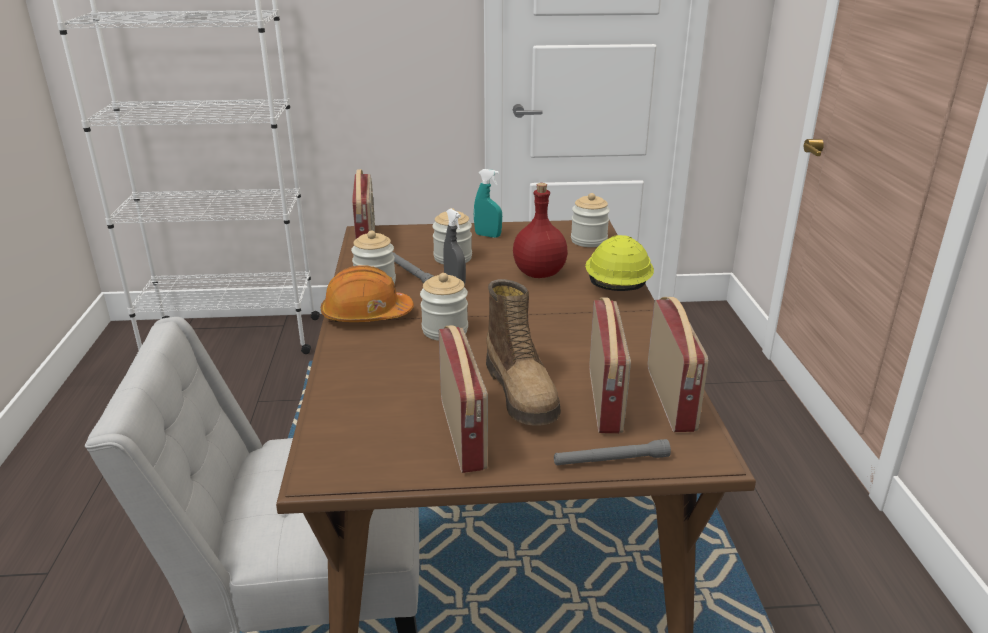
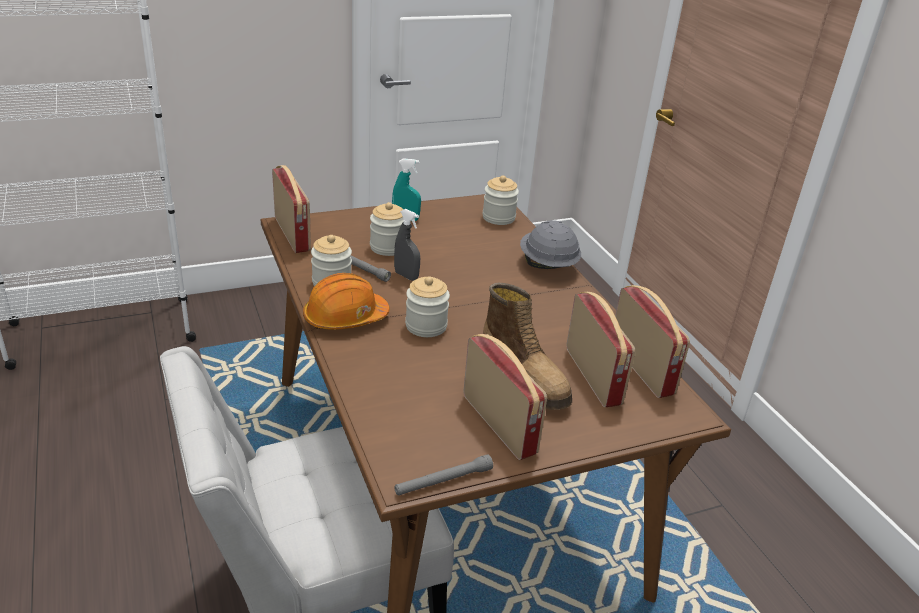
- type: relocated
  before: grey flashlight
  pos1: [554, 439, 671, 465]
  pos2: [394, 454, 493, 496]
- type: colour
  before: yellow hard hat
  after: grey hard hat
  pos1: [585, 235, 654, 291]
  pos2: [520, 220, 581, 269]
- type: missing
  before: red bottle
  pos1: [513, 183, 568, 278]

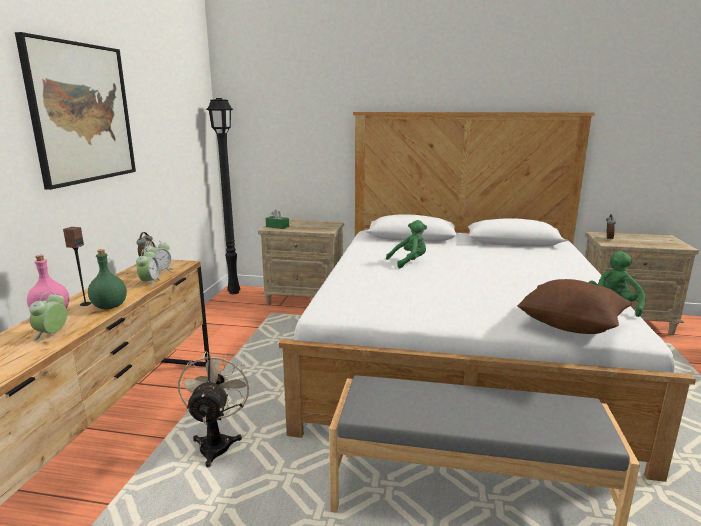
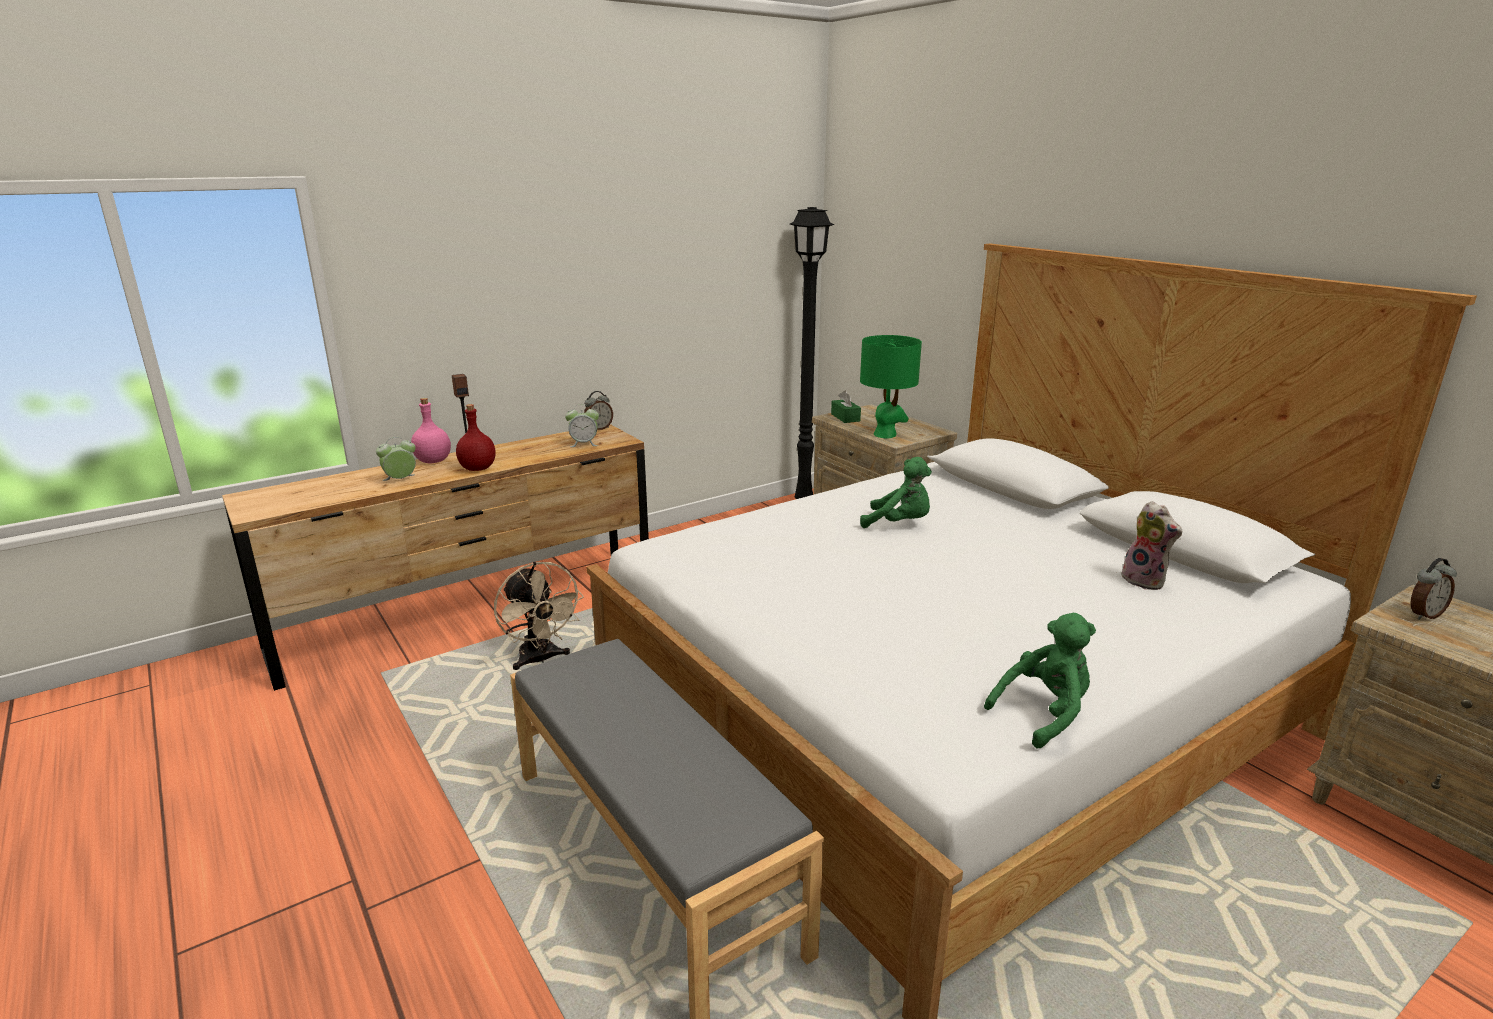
- type: colour
  before: green bottle
  after: red bottle
  pos1: [88, 249, 127, 309]
  pos2: [456, 404, 496, 471]
- type: spun
  before: beige fan
  pos1: [178, 351, 251, 467]
  pos2: [494, 562, 584, 670]
  turn: 105
- type: appeared
  after: green table lamp
  pos2: [860, 335, 922, 439]
- type: appeared
  after: plush toy
  pos2: [1118, 501, 1182, 590]
- type: missing
  before: picture
  pos1: [15, 32, 136, 190]
- type: missing
  before: alarm clock
  pos1: [136, 249, 161, 287]
- type: missing
  before: brown pillow
  pos1: [517, 279, 632, 334]

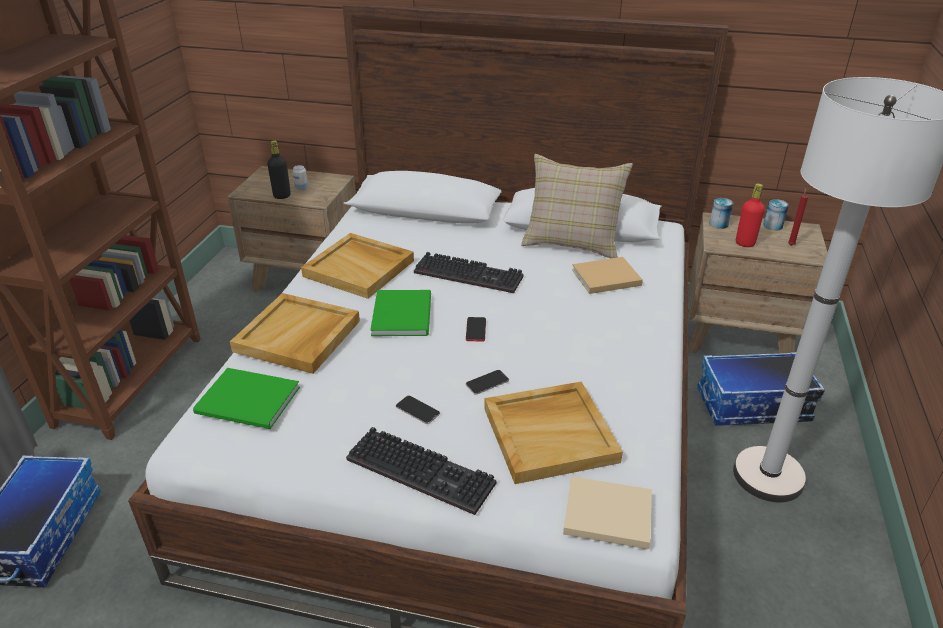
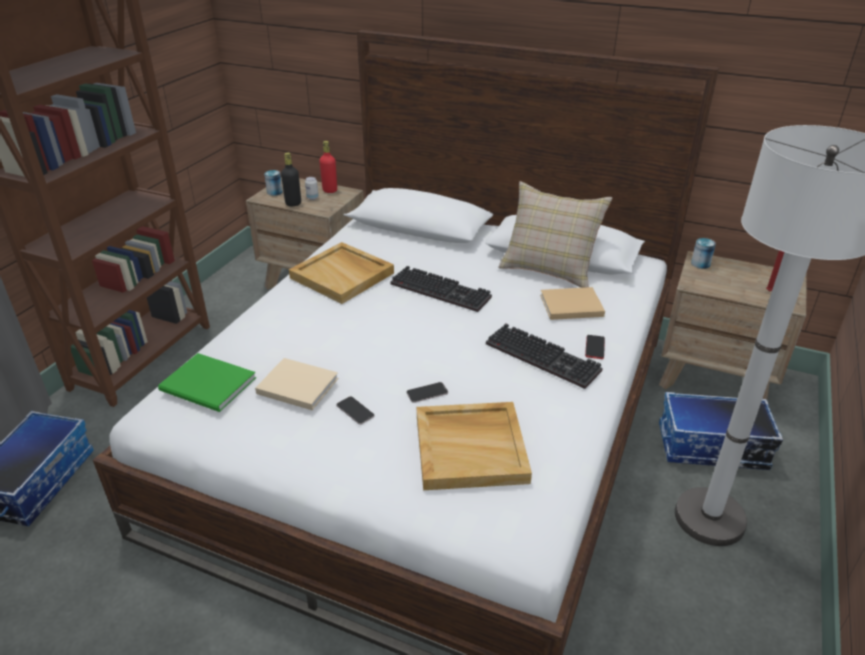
- type: relocated
  before: beige book
  pos1: [563, 476, 652, 550]
  pos2: [255, 358, 339, 410]
- type: relocated
  before: can
  pos1: [763, 199, 789, 230]
  pos2: [264, 170, 283, 196]
- type: relocated
  before: red bottle
  pos1: [736, 184, 765, 247]
  pos2: [319, 141, 337, 193]
- type: relocated
  before: keyboard
  pos1: [346, 427, 497, 515]
  pos2: [486, 323, 603, 389]
- type: relocated
  before: phone
  pos1: [466, 317, 486, 342]
  pos2: [585, 335, 605, 359]
- type: missing
  before: beige tray
  pos1: [230, 293, 360, 374]
- type: missing
  before: green book
  pos1: [370, 290, 431, 336]

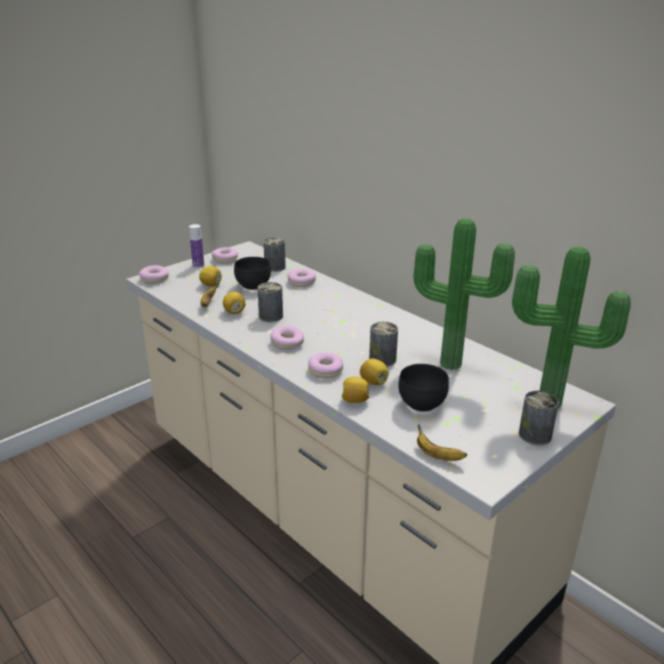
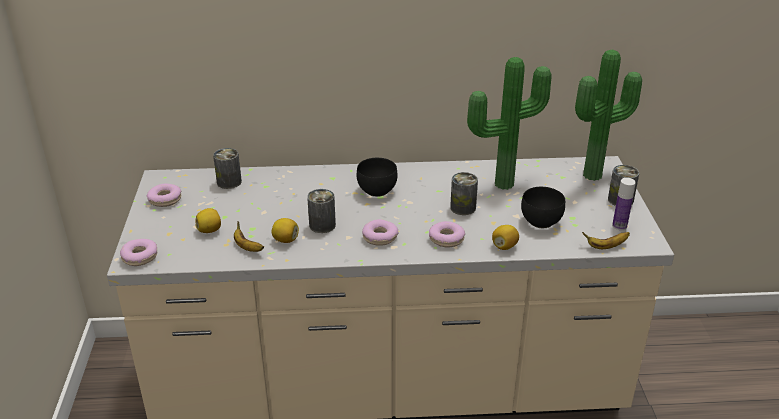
- type: relocated
  before: black bowl
  pos1: [234, 257, 271, 290]
  pos2: [357, 158, 398, 197]
- type: relocated
  before: bottle
  pos1: [189, 224, 204, 268]
  pos2: [612, 178, 636, 230]
- type: missing
  before: donut
  pos1: [288, 269, 316, 287]
- type: missing
  before: lemon
  pos1: [360, 359, 389, 385]

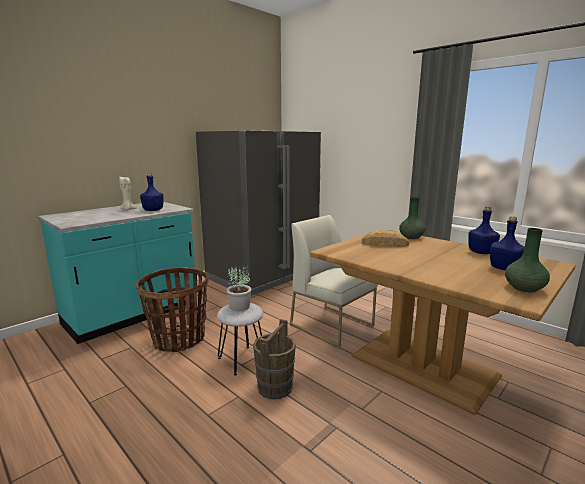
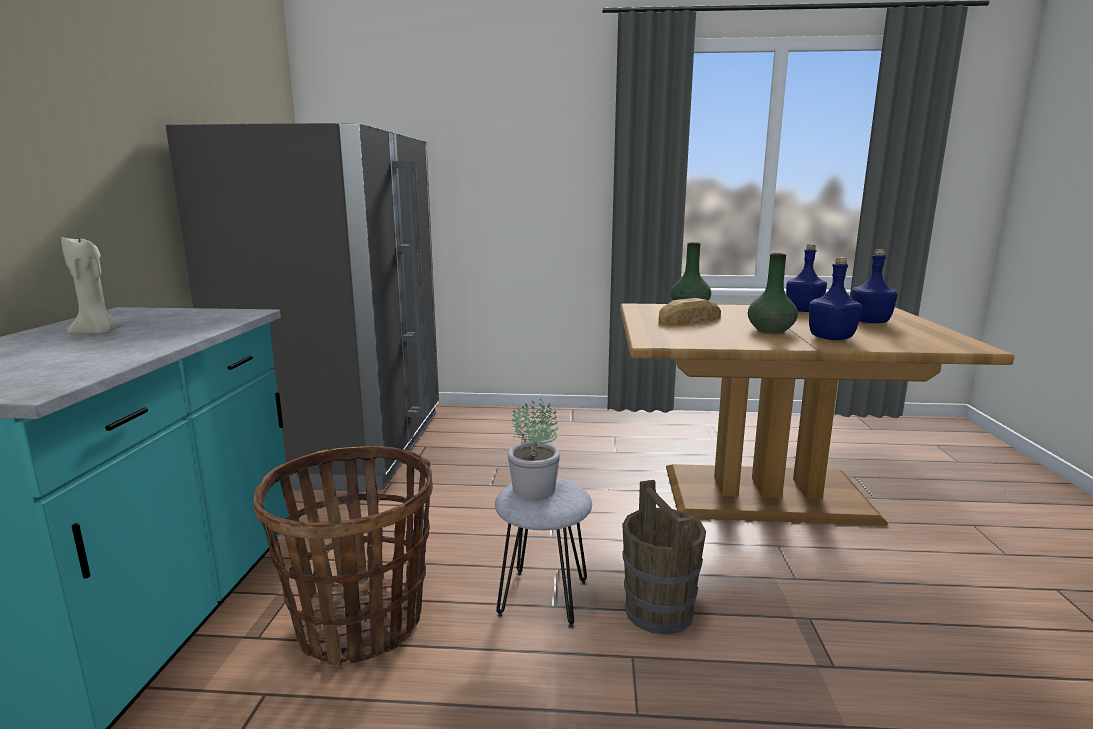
- type: relocated
  before: green vase
  pos1: [505, 228, 550, 292]
  pos2: [748, 253, 798, 334]
- type: relocated
  before: blue bottle
  pos1: [140, 173, 164, 211]
  pos2: [809, 257, 862, 340]
- type: missing
  before: white chair
  pos1: [290, 215, 378, 348]

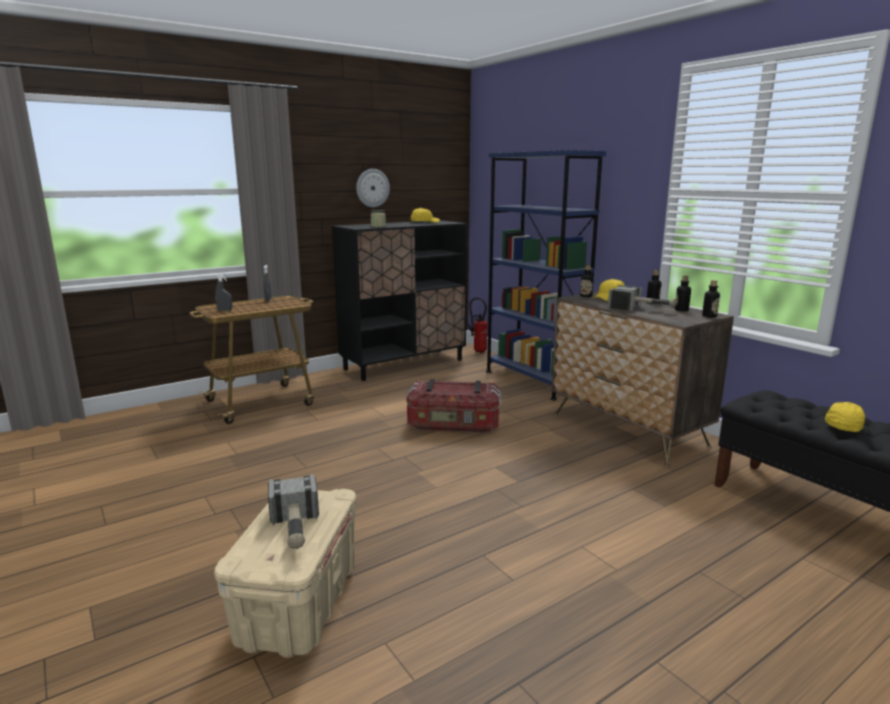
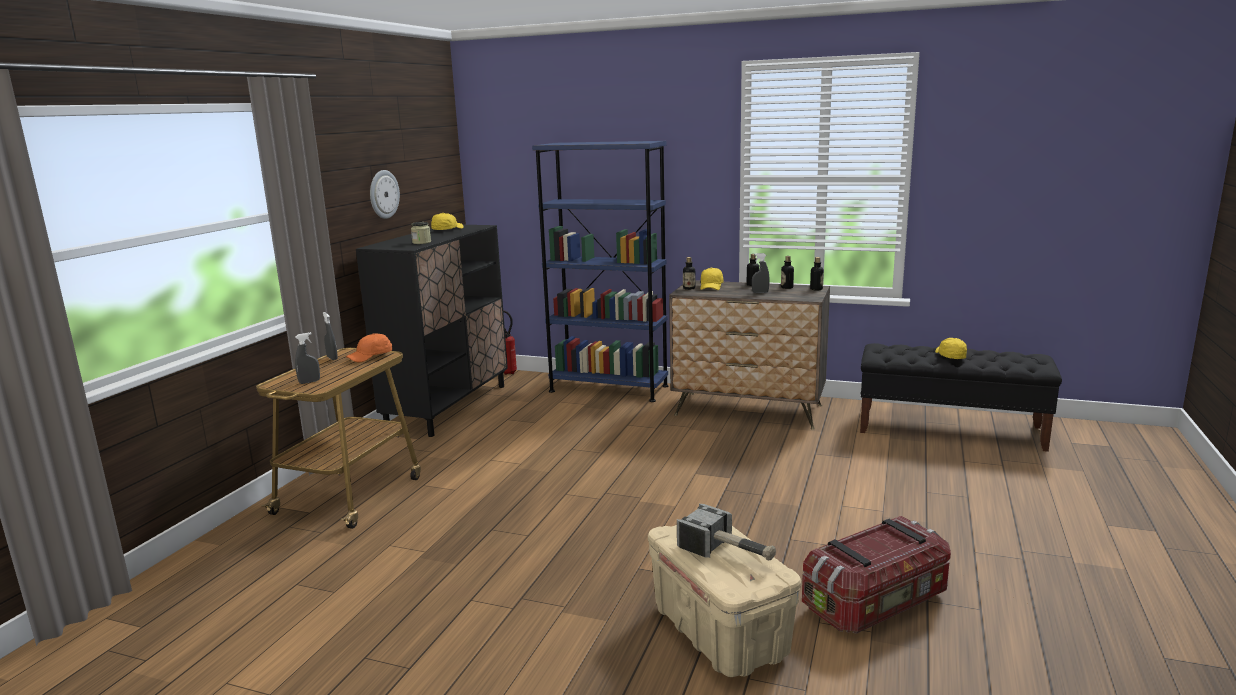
- type: appeared
  after: orange cap
  pos2: [346, 333, 392, 362]
- type: exchanged
  before: hammer
  after: grey spray bottle
  pos1: [608, 285, 677, 311]
  pos2: [752, 253, 770, 293]
- type: relocated
  before: storage box
  pos1: [406, 379, 501, 433]
  pos2: [802, 516, 951, 634]

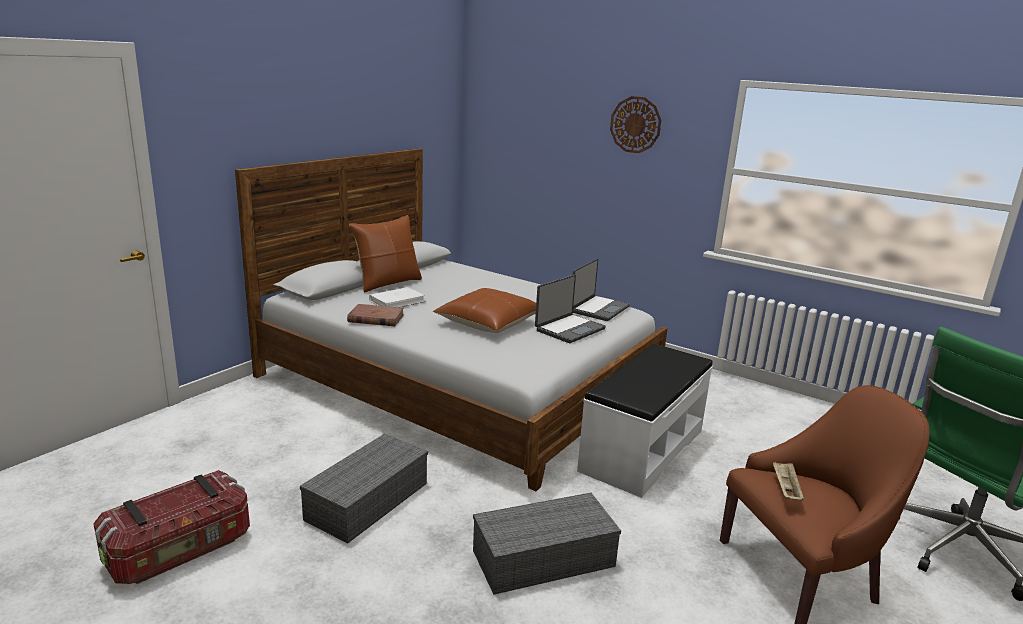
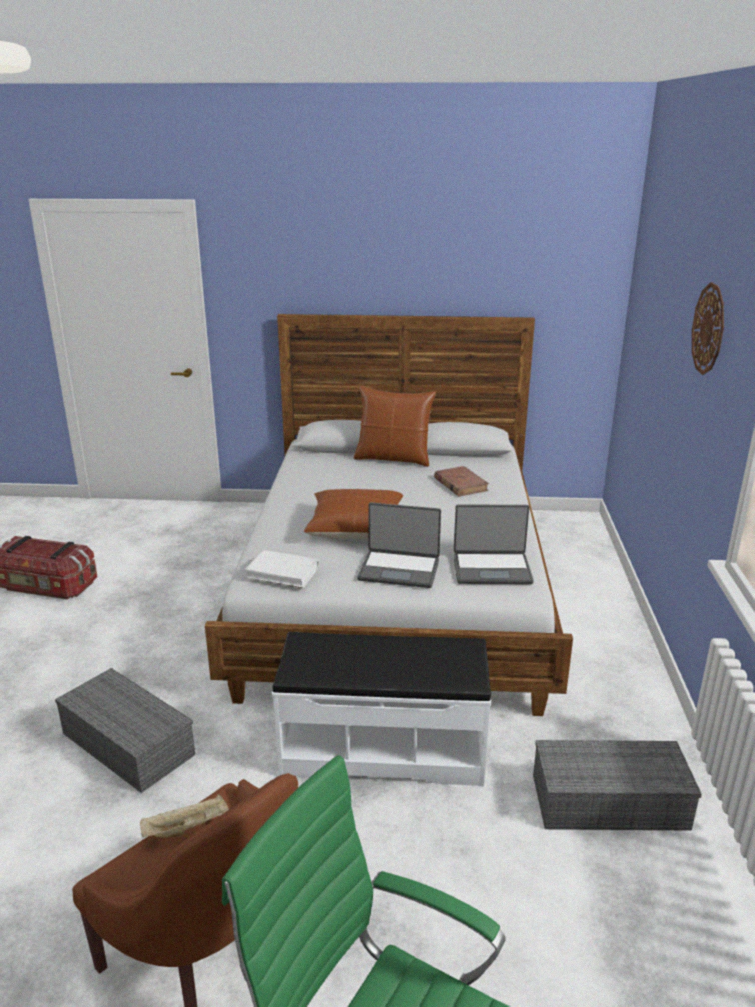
- type: relocated
  before: white book
  pos1: [369, 287, 426, 307]
  pos2: [245, 550, 319, 588]
- type: relocated
  before: brown book
  pos1: [347, 304, 404, 326]
  pos2: [434, 466, 489, 497]
- type: relocated
  before: grey storage box
  pos1: [300, 434, 428, 544]
  pos2: [533, 740, 702, 831]

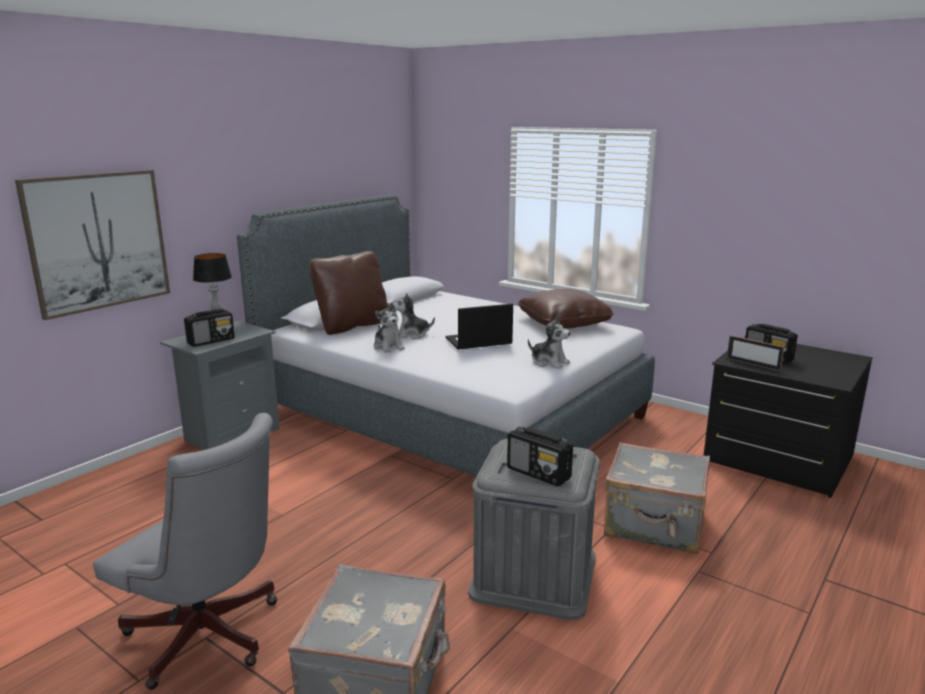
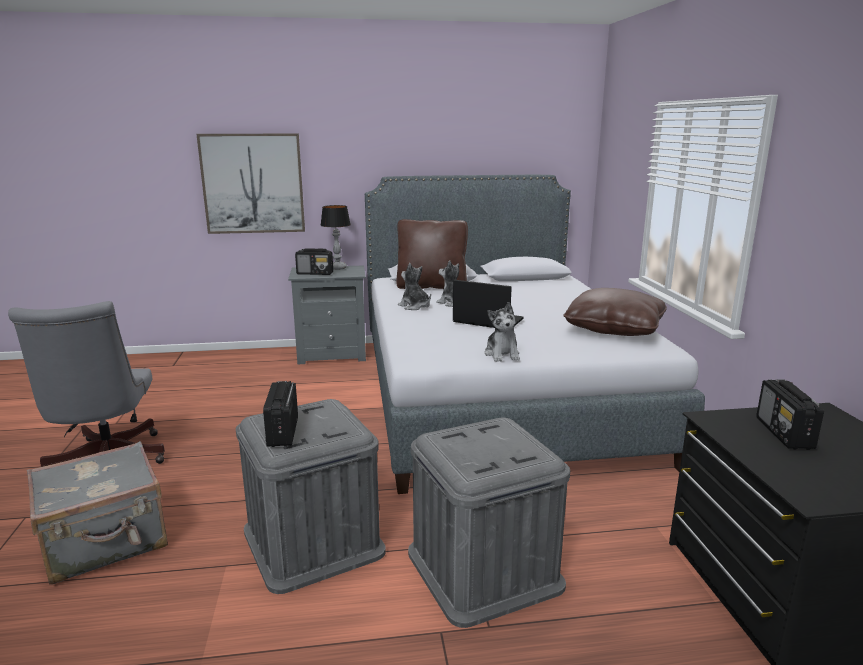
- type: spun
  before: plush toy
  pos1: [374, 303, 405, 353]
  pos2: [398, 263, 431, 310]
  turn: 120
- type: exchanged
  before: grey suitcase
  after: grey storage box
  pos1: [604, 442, 710, 554]
  pos2: [408, 418, 570, 628]
- type: missing
  before: picture frame
  pos1: [727, 335, 784, 371]

